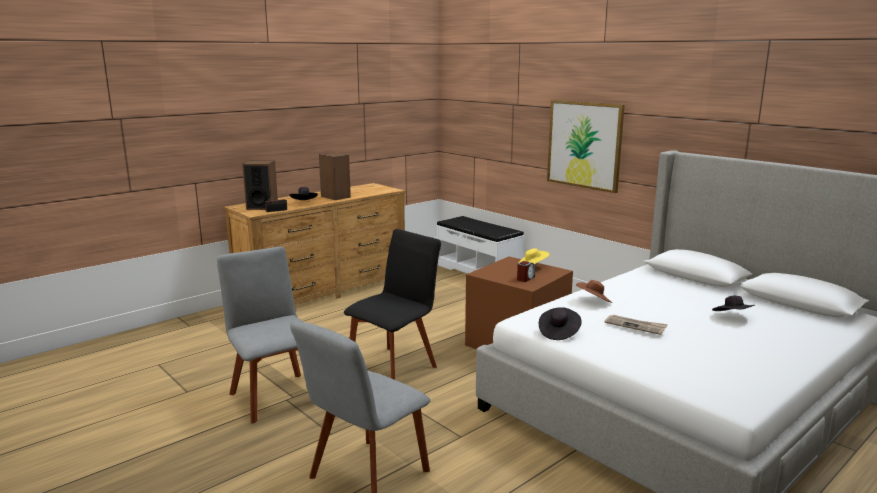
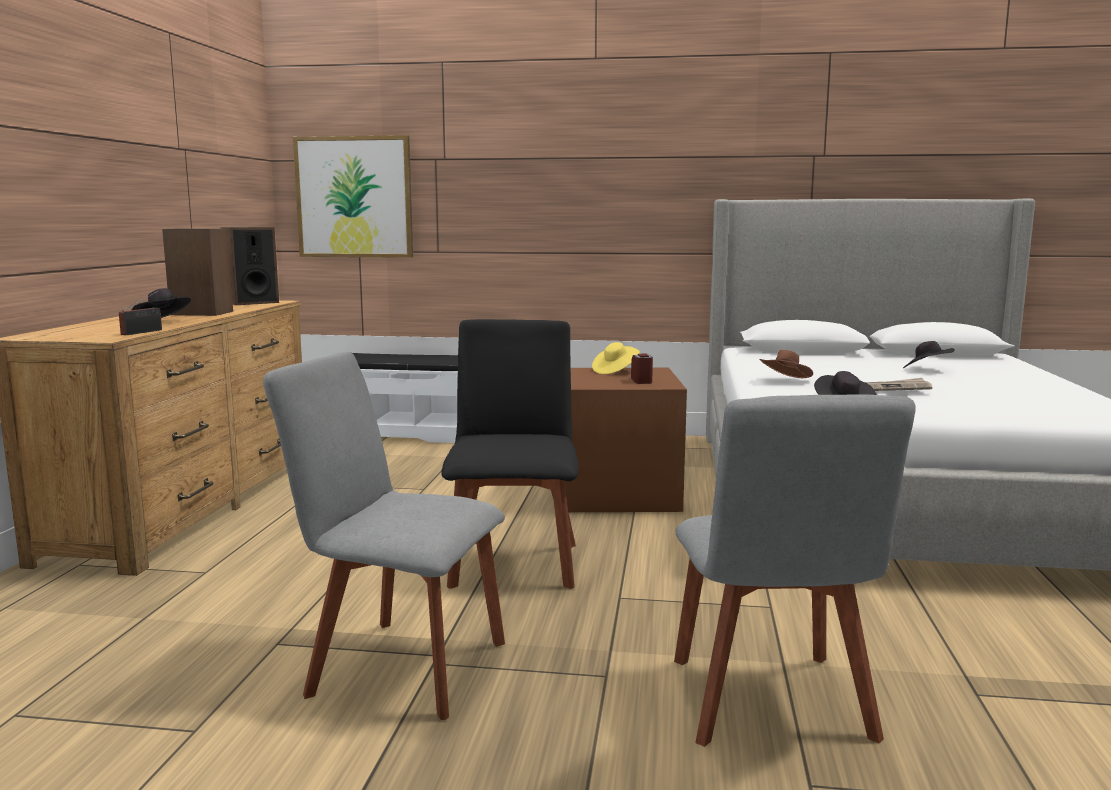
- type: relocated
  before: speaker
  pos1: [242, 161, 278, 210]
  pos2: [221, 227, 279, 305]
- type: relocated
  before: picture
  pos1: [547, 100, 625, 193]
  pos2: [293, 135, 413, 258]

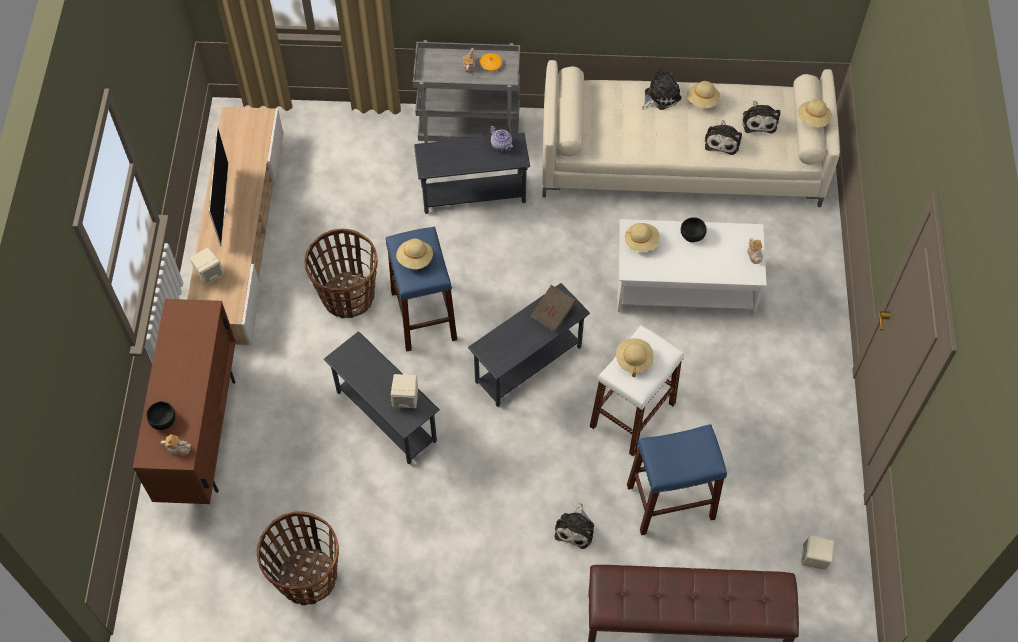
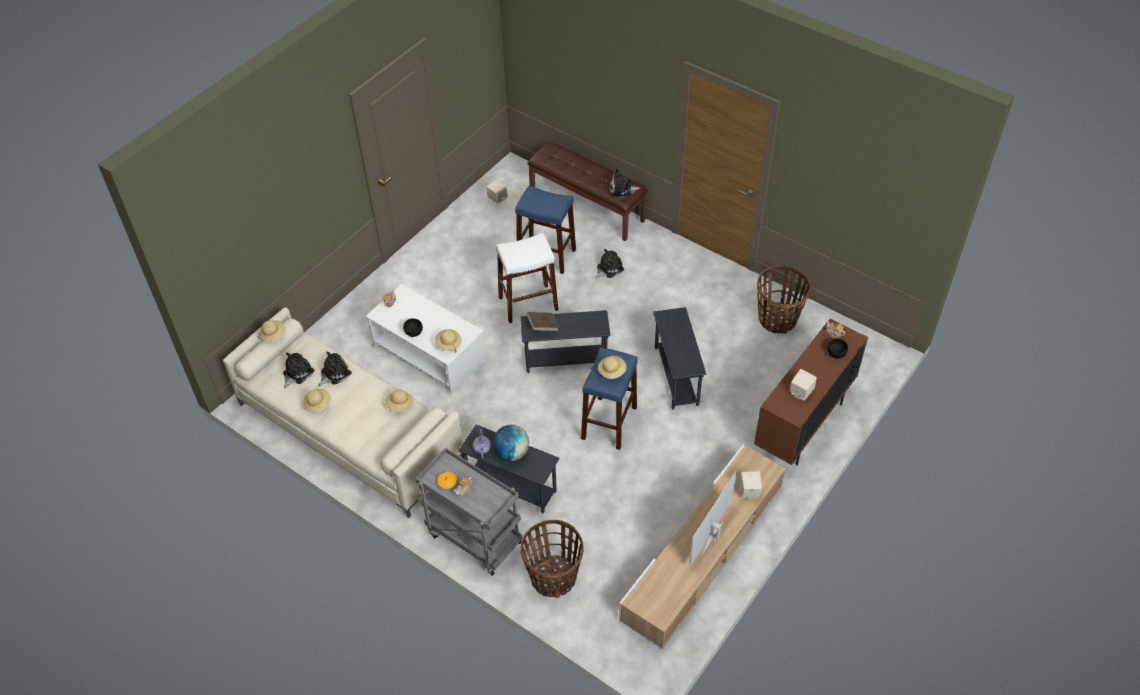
- type: relocated
  before: beige hat
  pos1: [616, 338, 654, 377]
  pos2: [385, 389, 413, 412]
- type: appeared
  after: globe
  pos2: [493, 425, 529, 461]
- type: relocated
  before: basket
  pos1: [305, 229, 378, 318]
  pos2: [520, 520, 583, 598]
- type: relocated
  before: plush toy
  pos1: [642, 69, 681, 110]
  pos2: [610, 168, 641, 198]
- type: relocated
  before: beige speaker
  pos1: [391, 374, 418, 408]
  pos2: [790, 369, 817, 400]

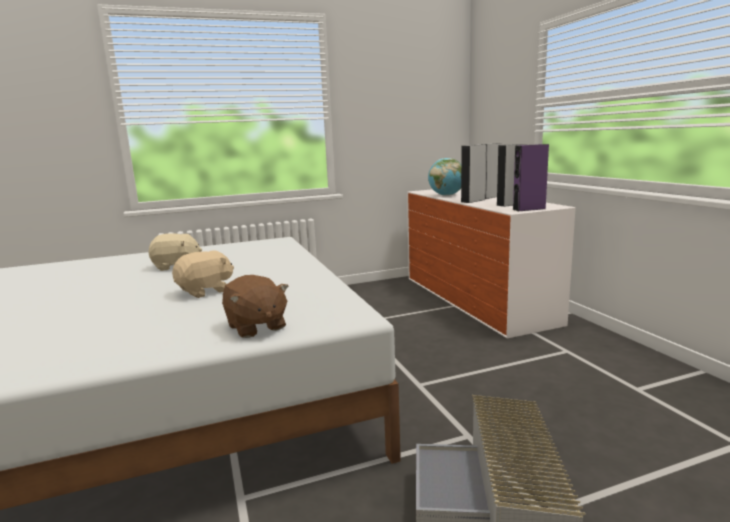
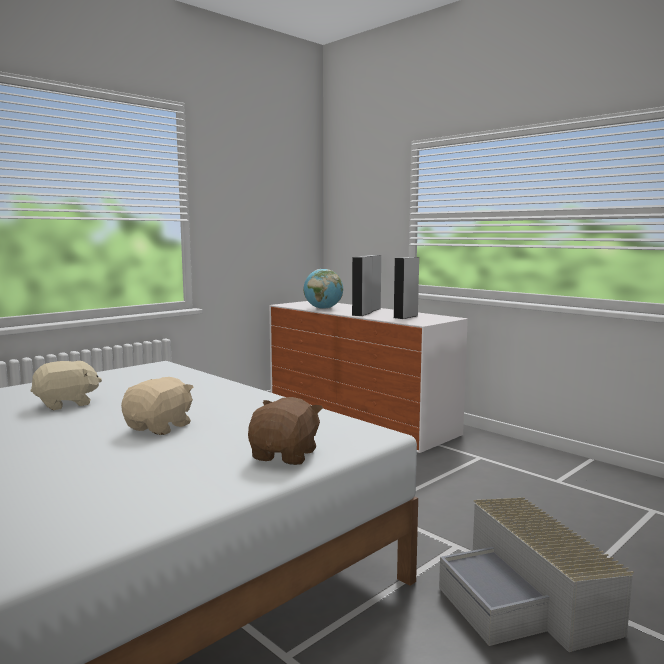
- type: spun
  before: brown plush toy
  pos1: [222, 275, 289, 338]
  pos2: [248, 397, 323, 465]
  turn: -105
- type: missing
  before: purple speaker
  pos1: [513, 144, 549, 211]

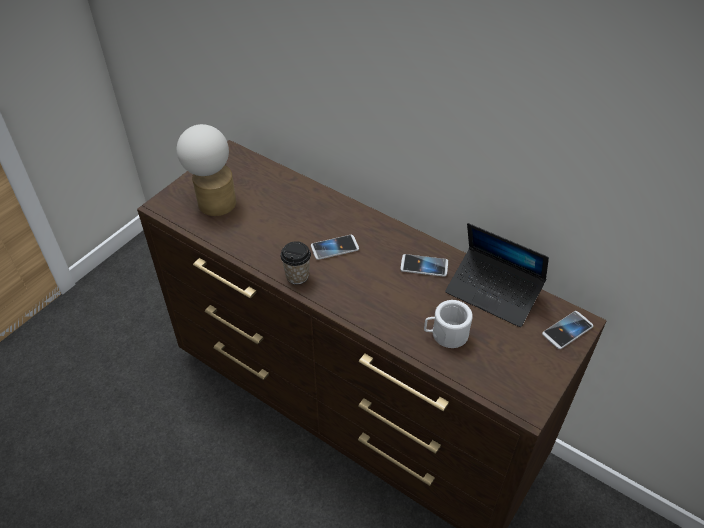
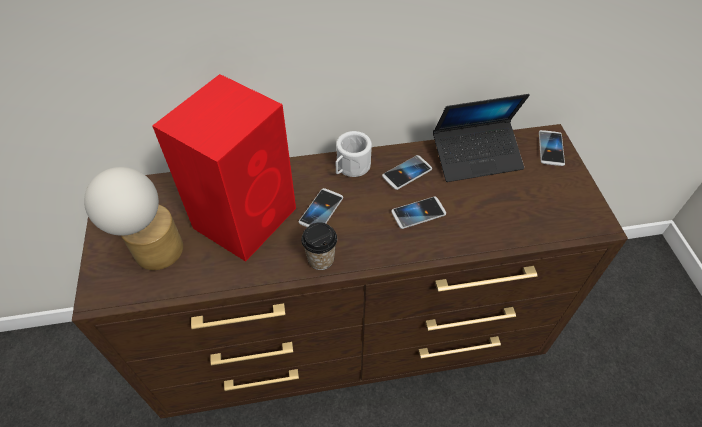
- type: appeared
  after: red speaker
  pos2: [152, 74, 296, 262]
- type: relocated
  before: white mug
  pos1: [424, 300, 473, 348]
  pos2: [336, 131, 372, 177]
- type: appeared
  after: phone
  pos2: [391, 197, 446, 229]

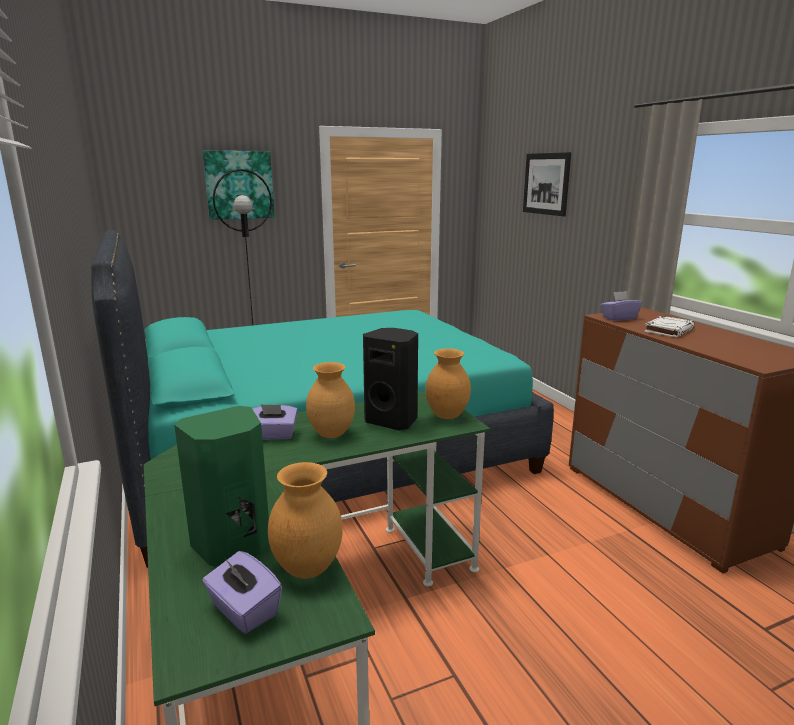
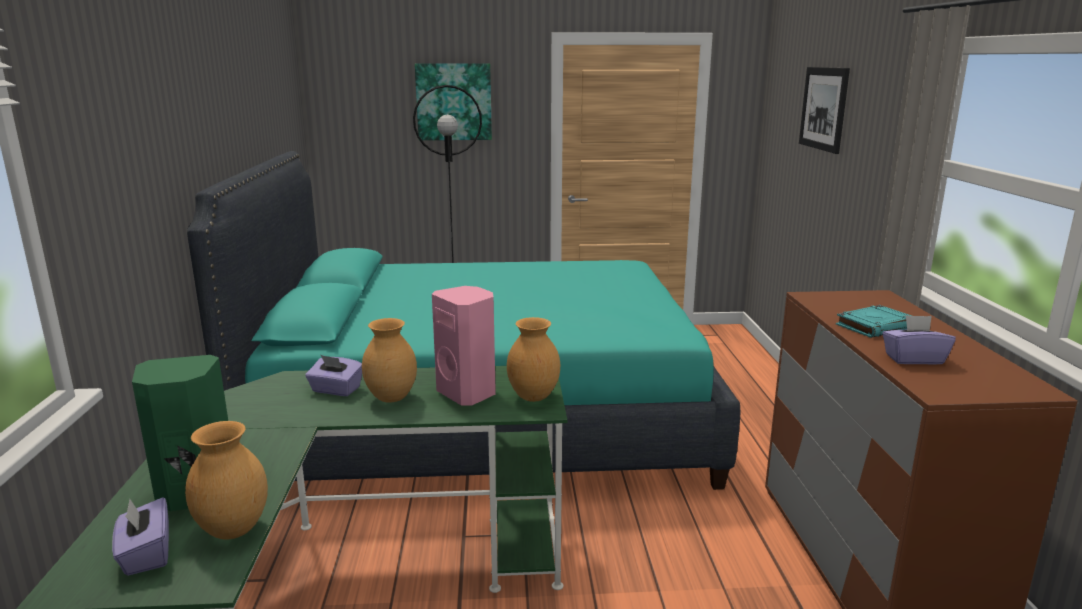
- type: colour
  before: black speaker
  after: pink speaker
  pos1: [363, 328, 418, 430]
  pos2: [432, 286, 496, 406]
- type: colour
  before: white book
  after: turquoise book
  pos1: [644, 316, 694, 338]
  pos2: [836, 305, 912, 338]
- type: relocated
  before: purple tissue box
  pos1: [601, 291, 642, 321]
  pos2: [882, 315, 956, 365]

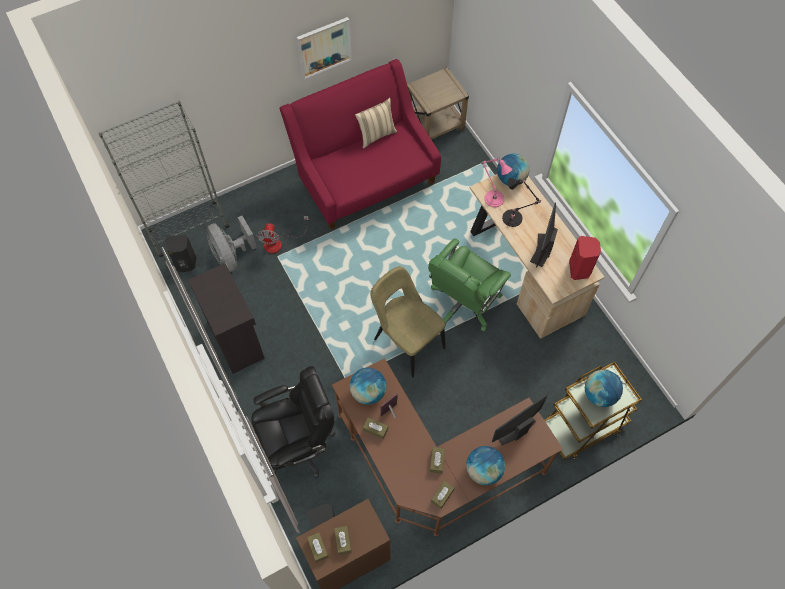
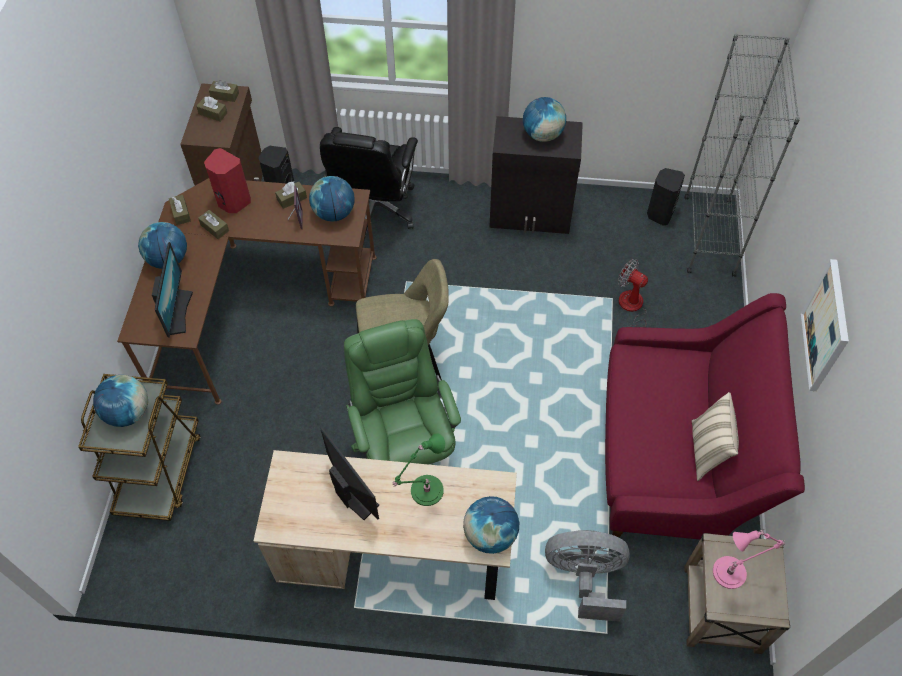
- type: relocated
  before: red speaker
  pos1: [569, 236, 601, 280]
  pos2: [204, 148, 251, 213]
- type: colour
  before: black table lamp
  after: green table lamp
  pos1: [502, 178, 541, 227]
  pos2: [393, 433, 445, 506]
- type: appeared
  after: globe
  pos2: [523, 97, 566, 142]
- type: relocated
  before: grey fan
  pos1: [207, 216, 257, 272]
  pos2: [545, 530, 630, 622]
- type: relocated
  before: pink table lamp
  pos1: [480, 158, 512, 207]
  pos2: [713, 529, 785, 589]

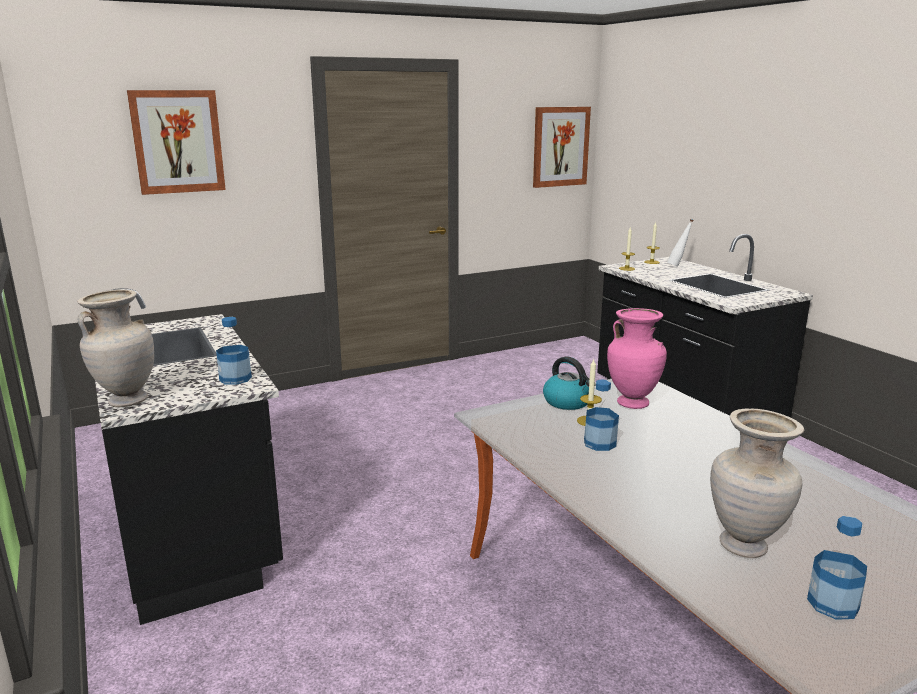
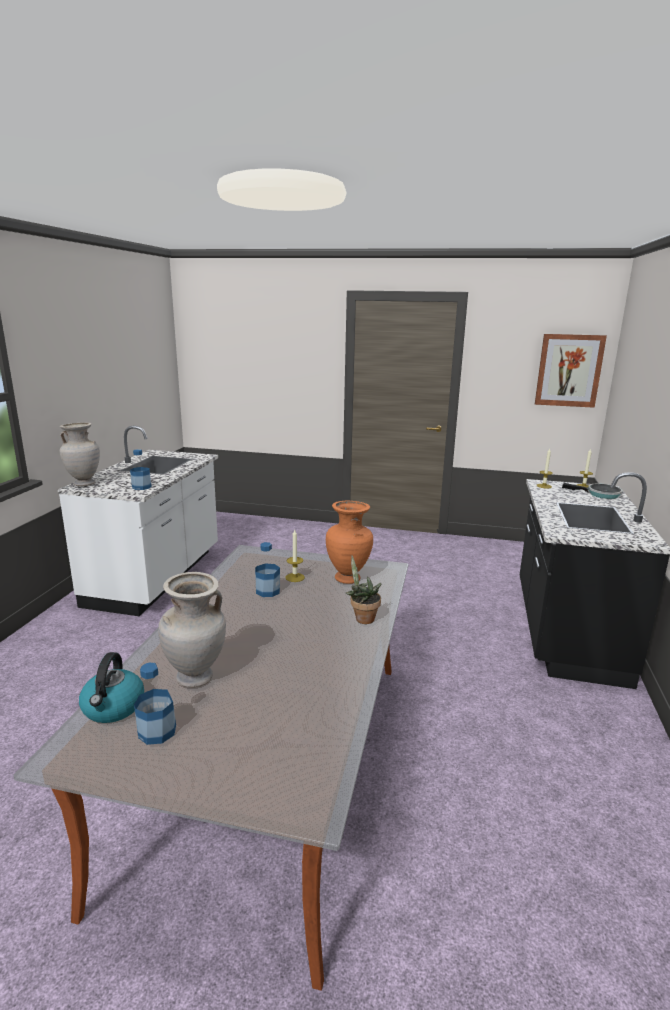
- type: colour
  before: black counter
  after: white counter
  pos1: [95, 288, 283, 625]
  pos2: [57, 426, 218, 616]
- type: relocated
  before: kettle
  pos1: [543, 357, 590, 410]
  pos2: [79, 652, 144, 723]
- type: colour
  before: pink vase
  after: orange vase
  pos1: [607, 308, 667, 409]
  pos2: [326, 501, 373, 584]
- type: appeared
  after: potted plant
  pos2: [346, 556, 382, 624]
- type: exchanged
  before: white bottle
  after: frying pan
  pos1: [667, 219, 694, 267]
  pos2: [562, 483, 623, 499]
- type: missing
  before: picture
  pos1: [127, 90, 226, 195]

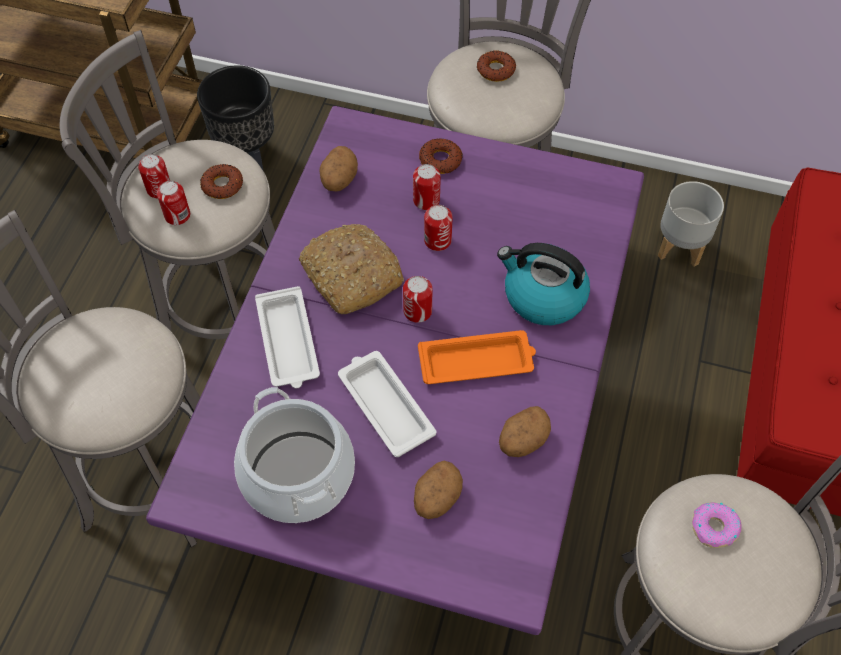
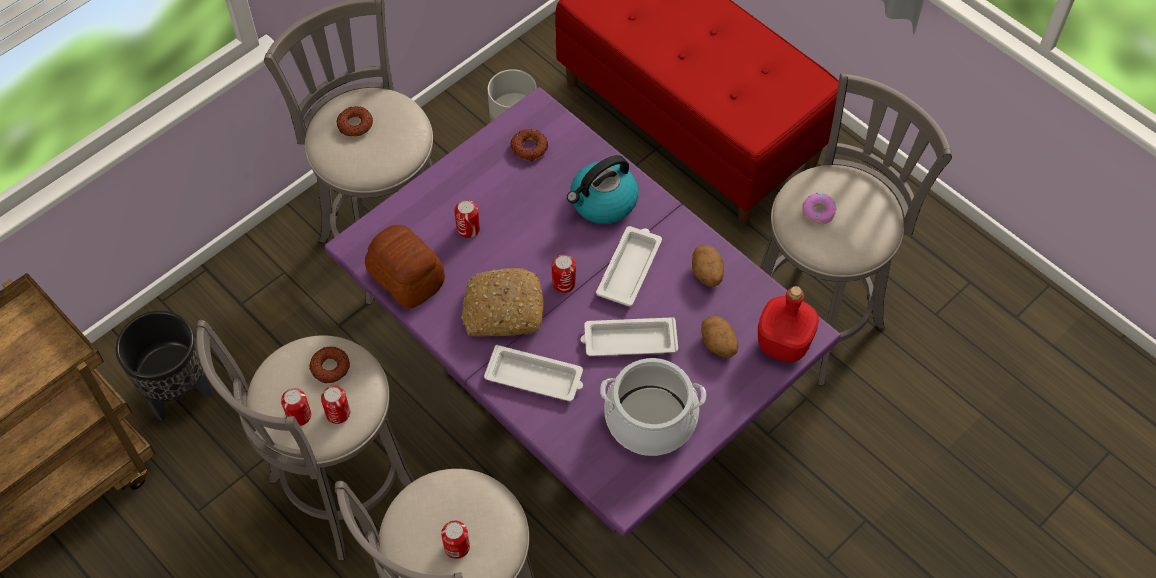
- type: exchanged
  before: potato
  after: bread
  pos1: [320, 146, 358, 191]
  pos2: [365, 225, 445, 308]
- type: relocated
  before: can
  pos1: [424, 205, 453, 251]
  pos2: [441, 521, 470, 559]
- type: relocated
  before: donut
  pos1: [419, 138, 463, 174]
  pos2: [511, 129, 548, 161]
- type: colour
  before: orange tray
  after: white tray
  pos1: [418, 330, 536, 384]
  pos2: [596, 226, 662, 307]
- type: appeared
  after: red bottle
  pos2: [758, 286, 819, 363]

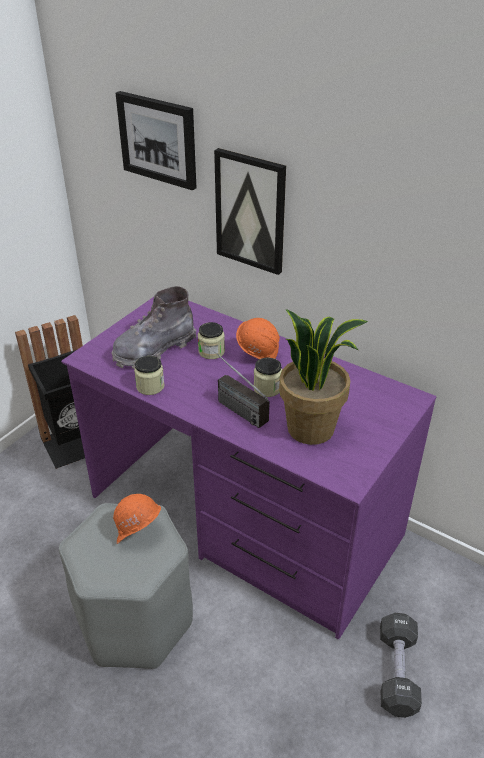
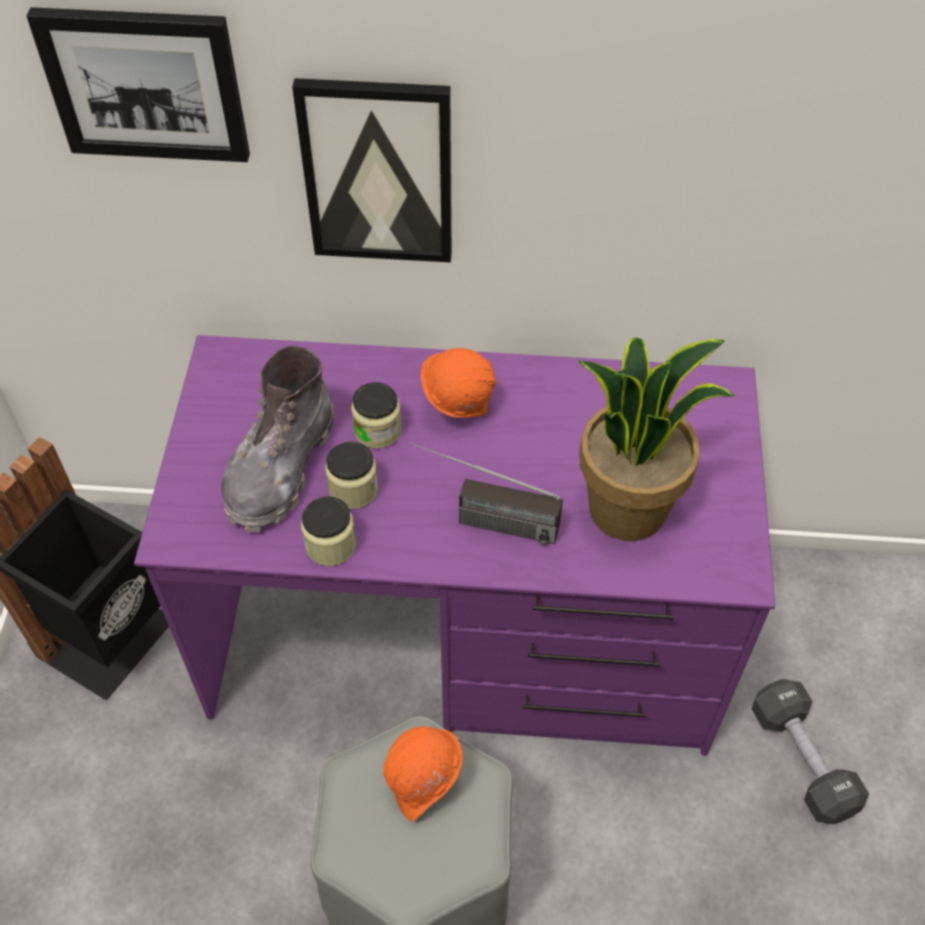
- type: relocated
  before: jar
  pos1: [254, 358, 282, 397]
  pos2: [325, 441, 378, 509]

